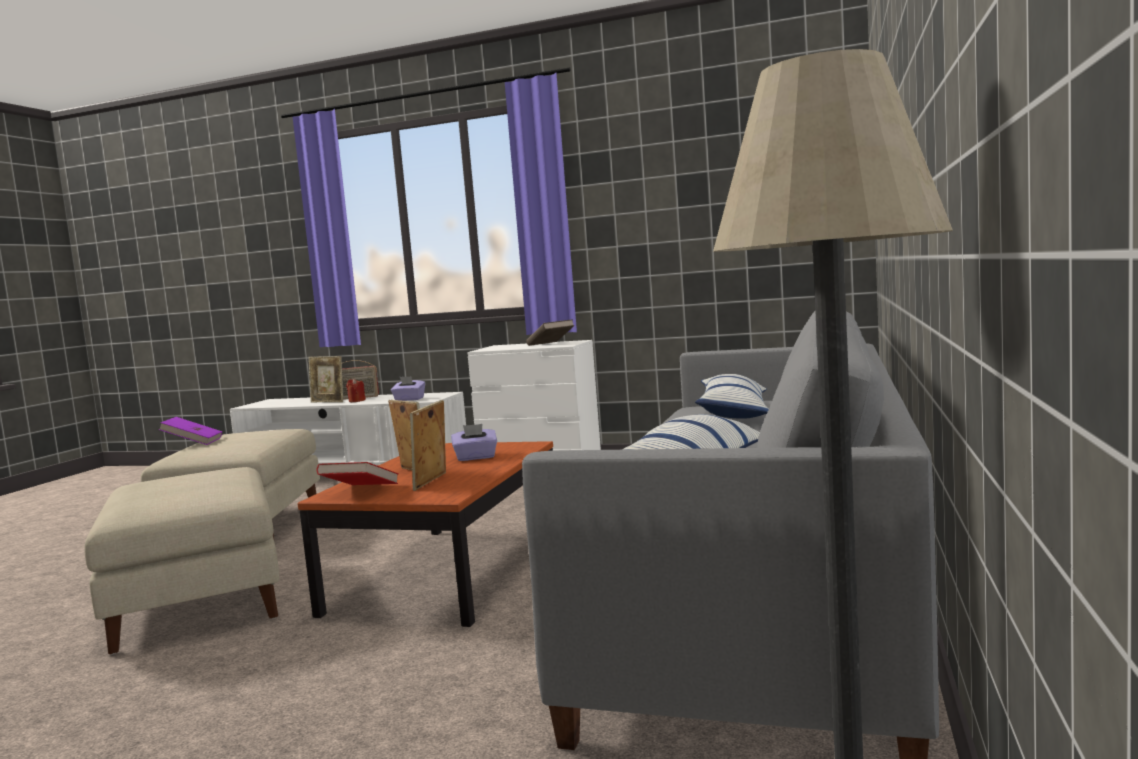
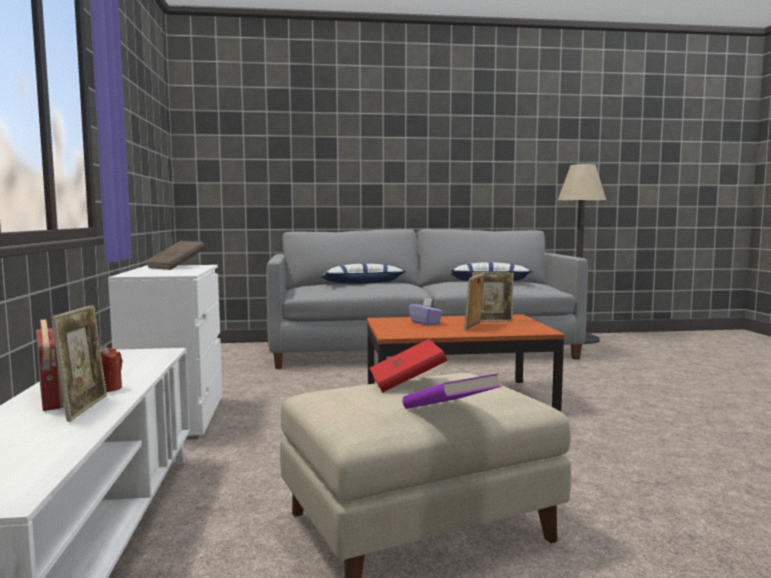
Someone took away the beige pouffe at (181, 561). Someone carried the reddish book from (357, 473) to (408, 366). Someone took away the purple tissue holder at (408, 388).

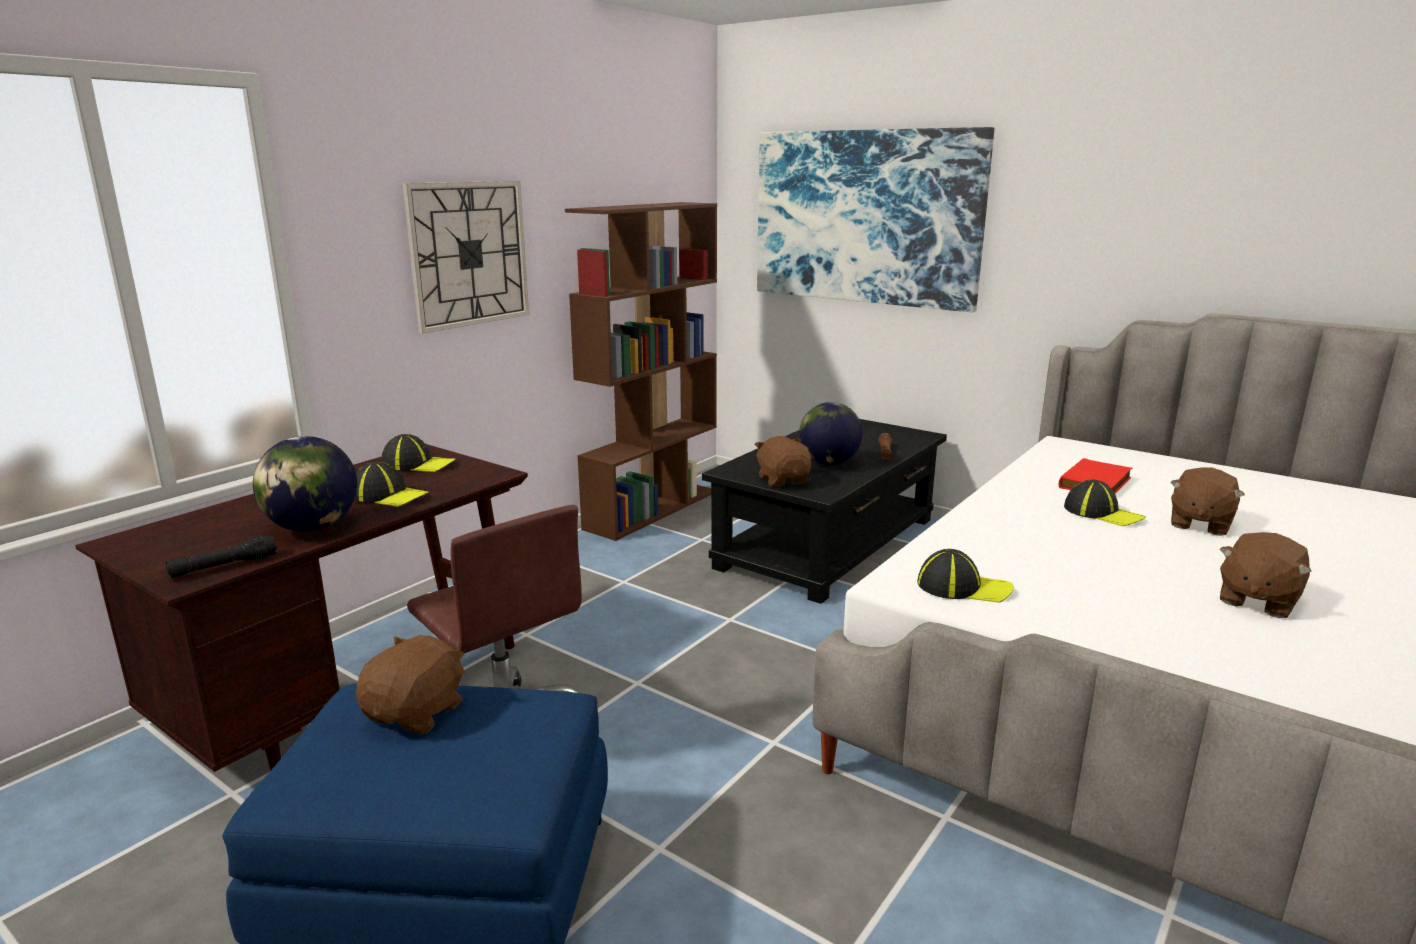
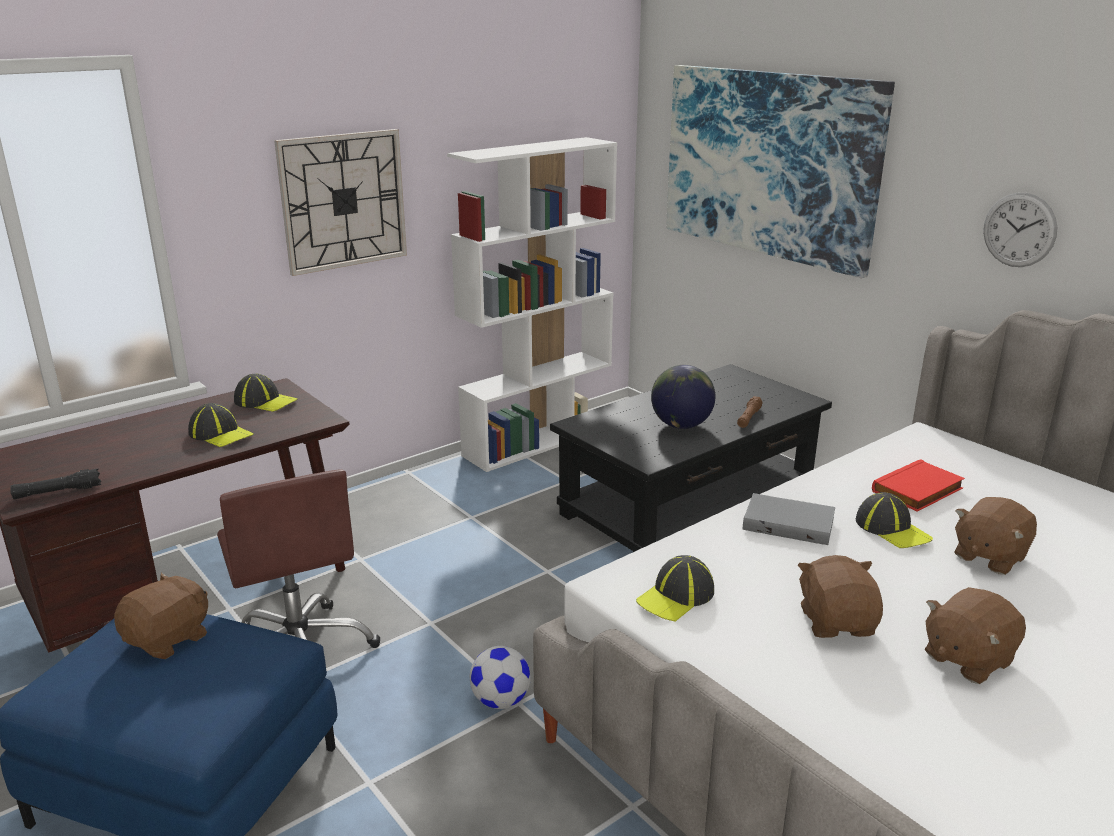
Someone took away the desk globe at (305, 484). Someone repainted the brown bookcase at (641, 371), which became the whitish bookcase at (532, 304). Someone carried the brown soft toy from (782, 461) to (840, 596). Someone rotated the baseball cap at (965, 576) by 105 degrees clockwise. Someone put down the football ball at (500, 677). Someone put down the gray book at (789, 519). Someone put up the hanging clock at (1020, 230).

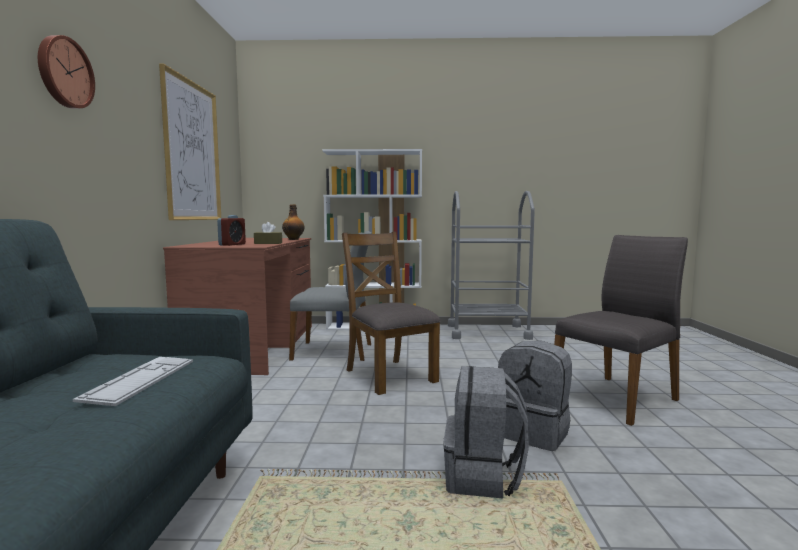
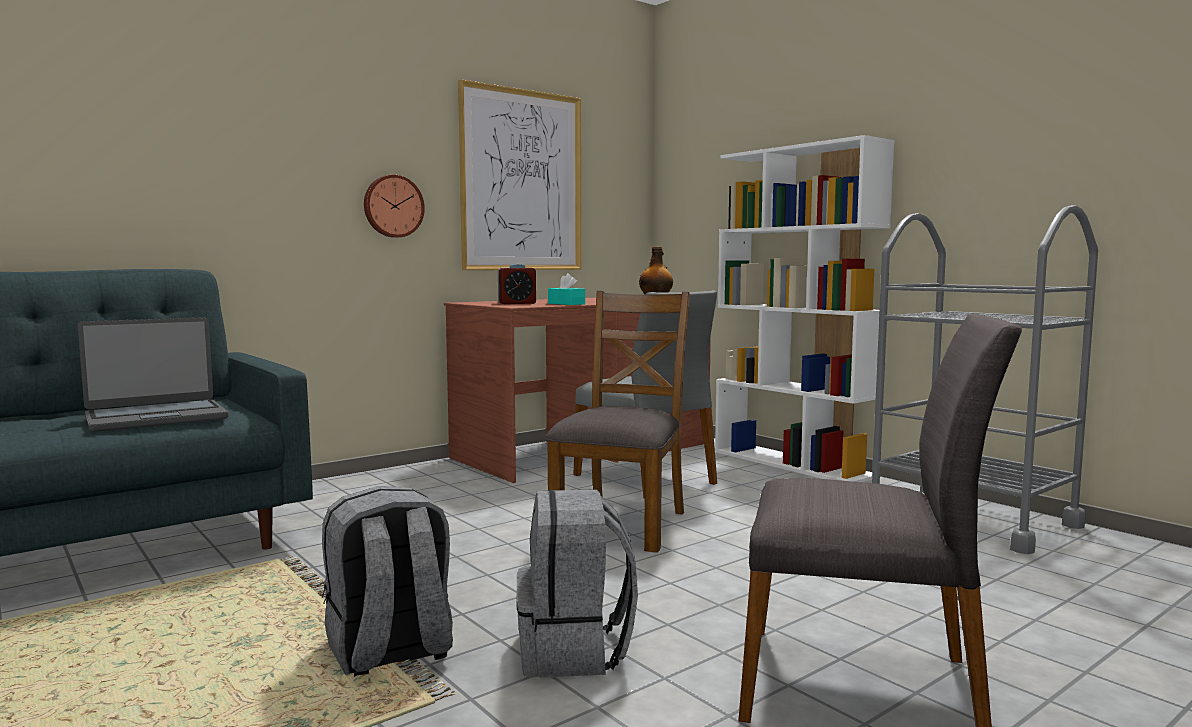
Someone carried the hanging clock from (66, 71) to (394, 206). Someone swapped the keyboard at (133, 381) for the portable computer at (153, 374). Someone repainted the brown tissue holder at (268, 233), which became the turquoise-coloured tissue holder at (566, 289).

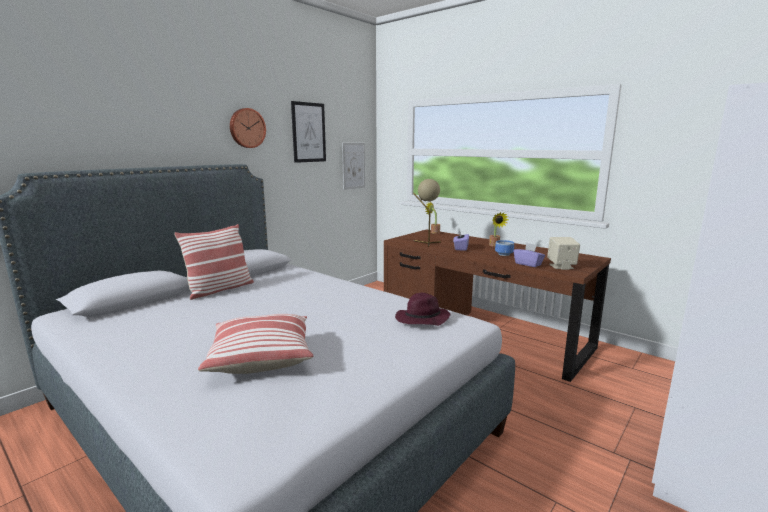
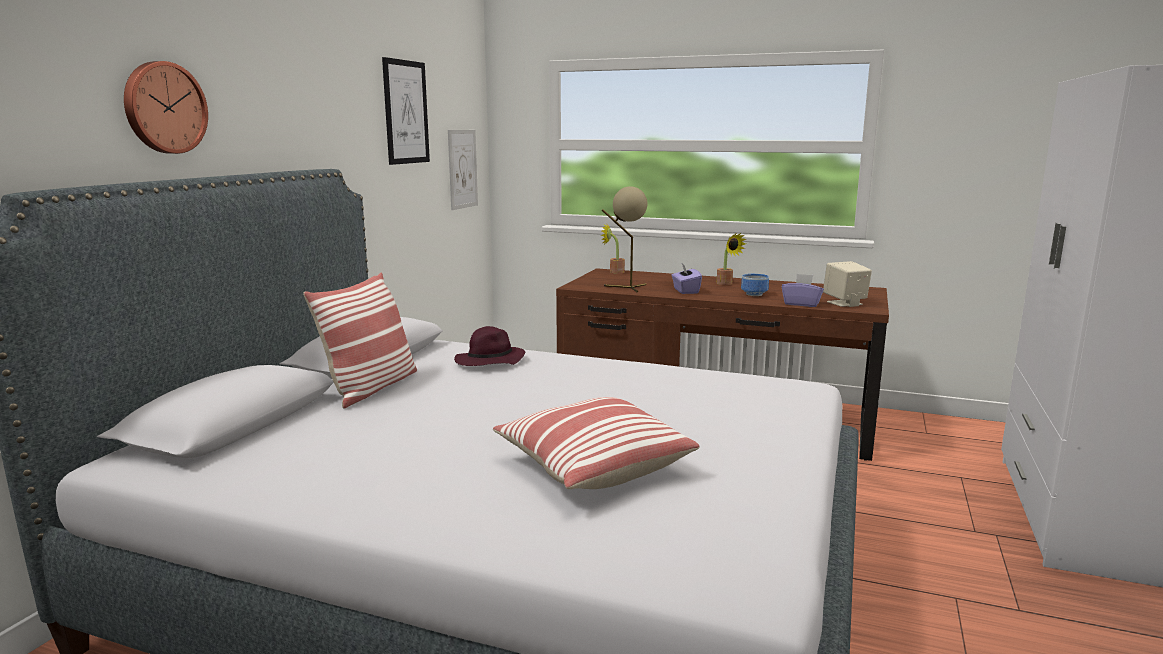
Someone carried the hanging clock from (248, 128) to (166, 107). Someone carried the purple clothing hat from (422, 309) to (489, 346).

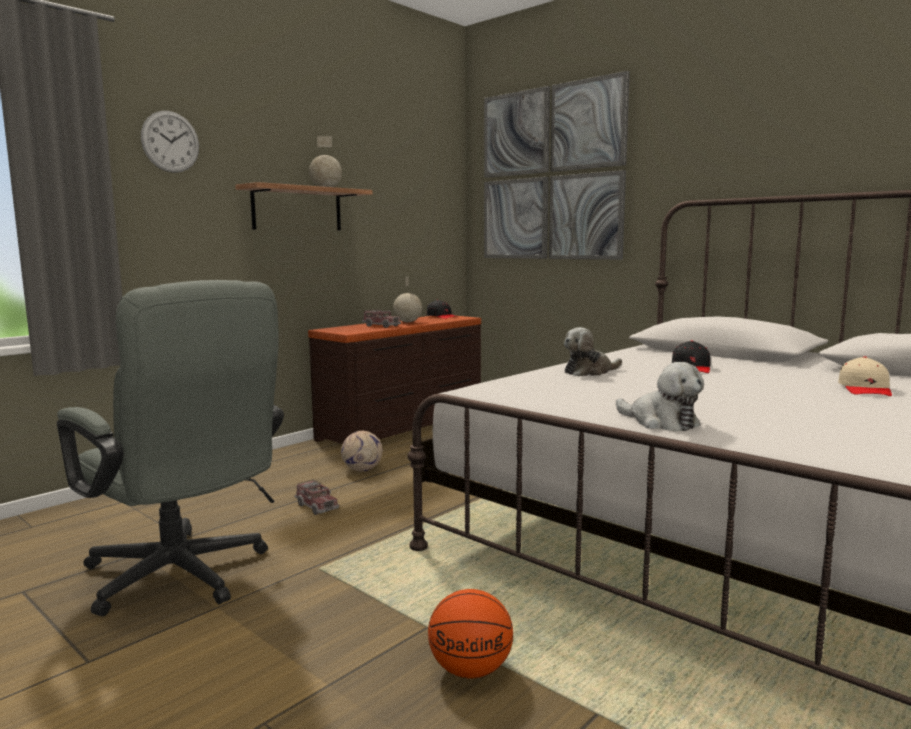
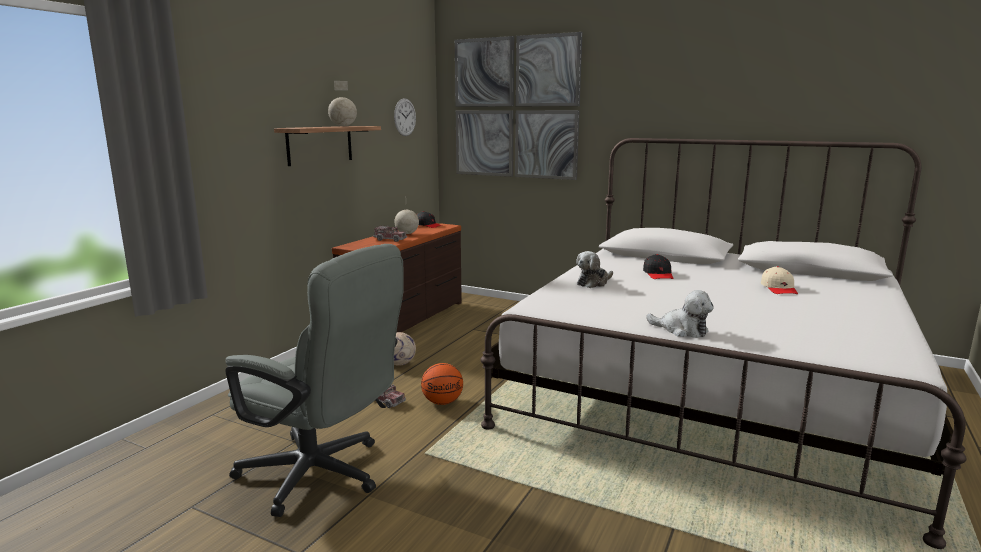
Someone carried the hanging clock from (170, 142) to (405, 117). Someone carried the ball for basketball from (470, 634) to (442, 384).

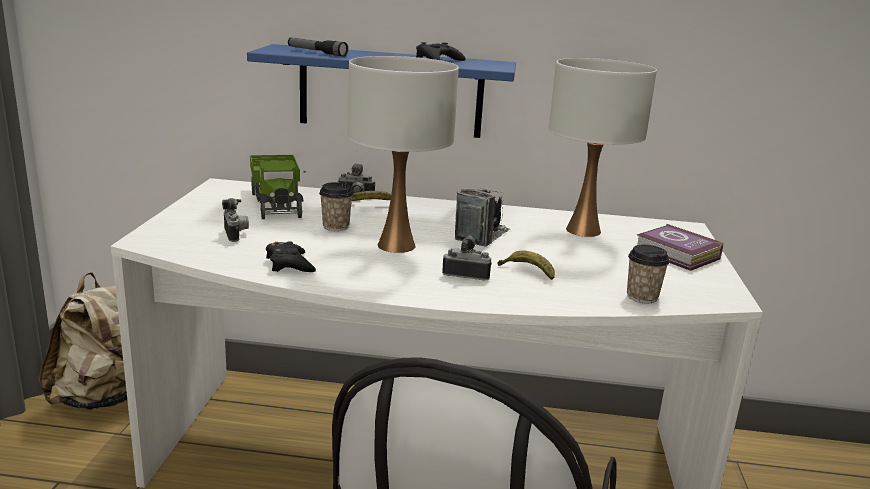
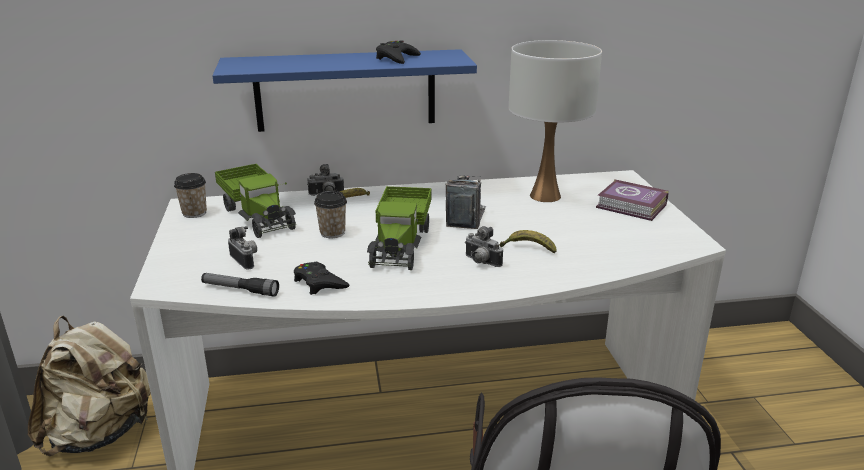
Someone carried the hand torch from (318, 47) to (240, 285). Someone swapped the whitish table lamp at (403, 154) for the toy truck at (399, 228). Someone rotated the still camera at (467, 258) by 135 degrees counterclockwise. Someone carried the small cup from (648, 274) to (190, 195).

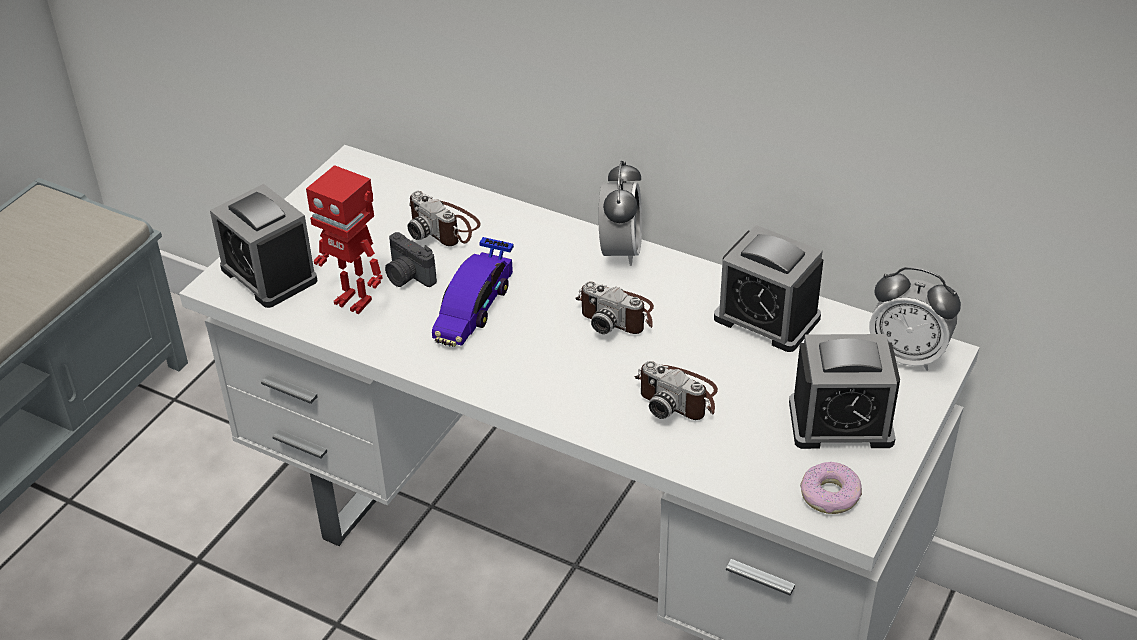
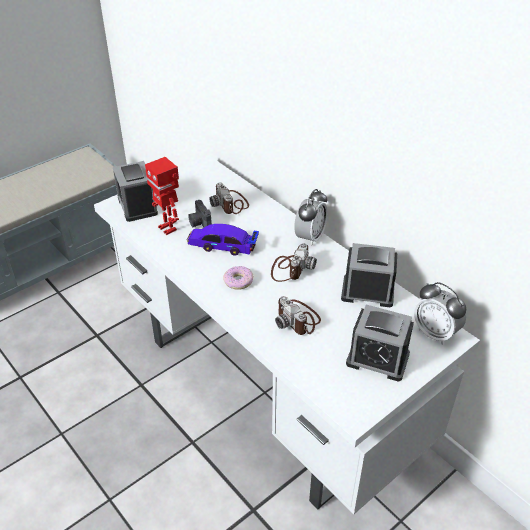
Someone rotated the model car at (473, 292) by 60 degrees clockwise. Someone rotated the still camera at (614, 307) by 120 degrees counterclockwise. Someone rotated the alarm clock at (768, 288) by 135 degrees clockwise. Someone carried the ring doughnut from (831, 488) to (238, 278).

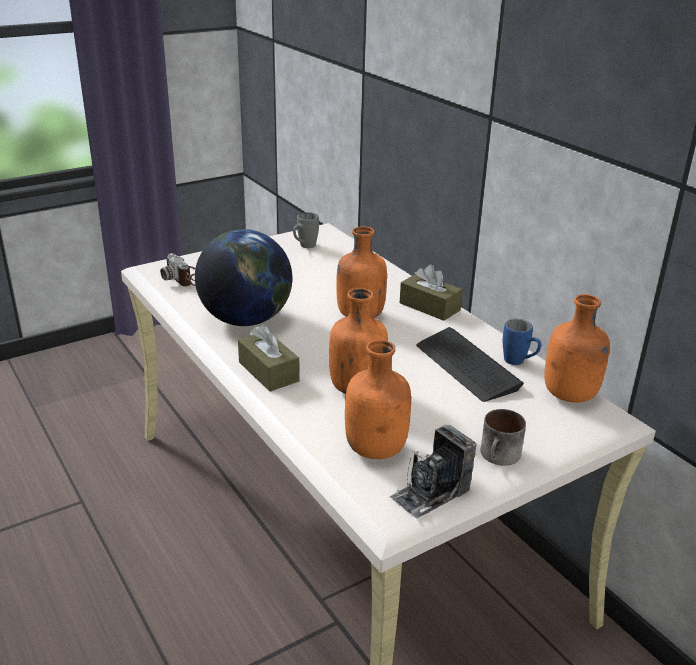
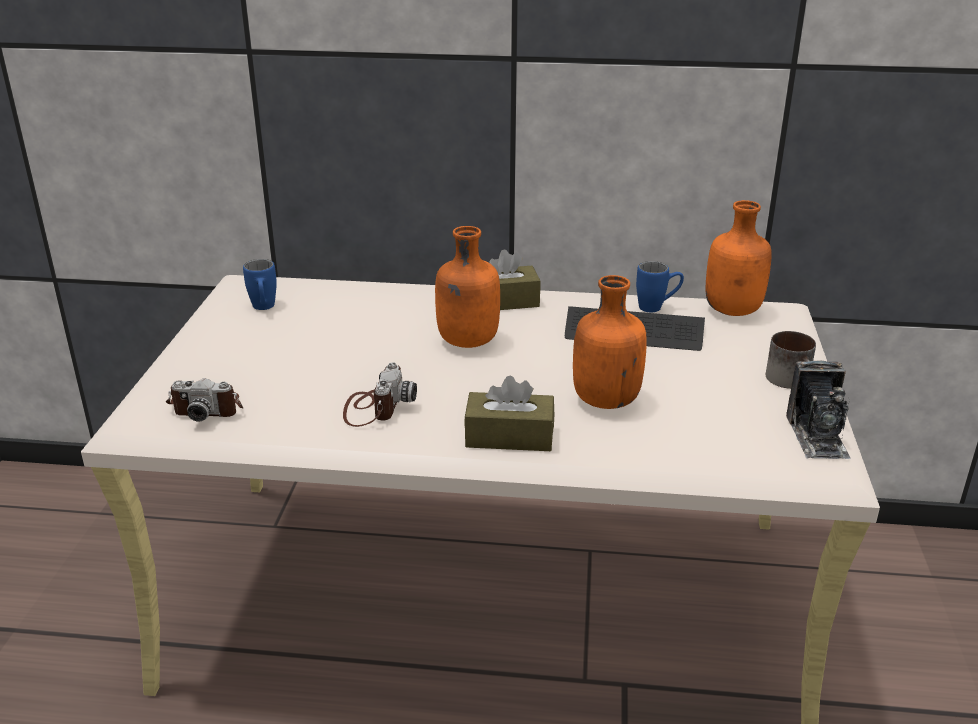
Someone swapped the desk globe at (243, 277) for the still camera at (380, 394). Someone repainted the gray coffee mug at (306, 230), which became the blue-coloured coffee mug at (260, 284). Someone took away the orange beverage bottle at (378, 399).

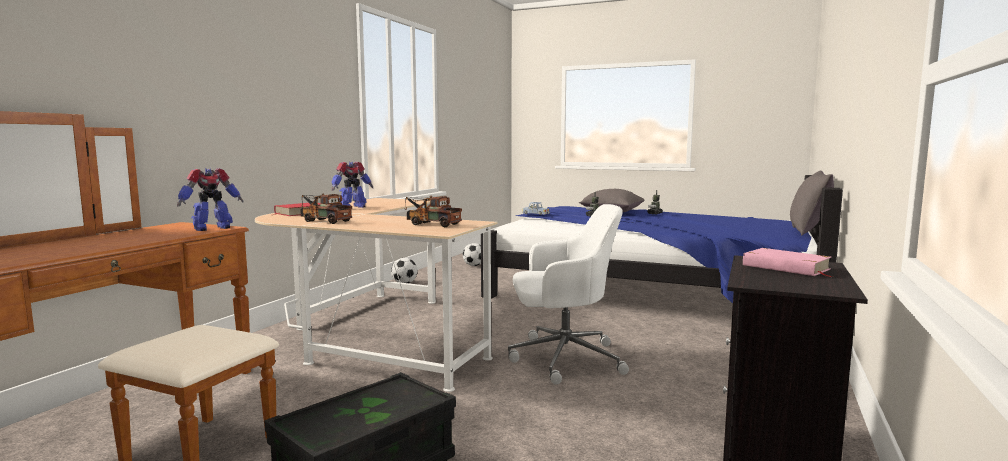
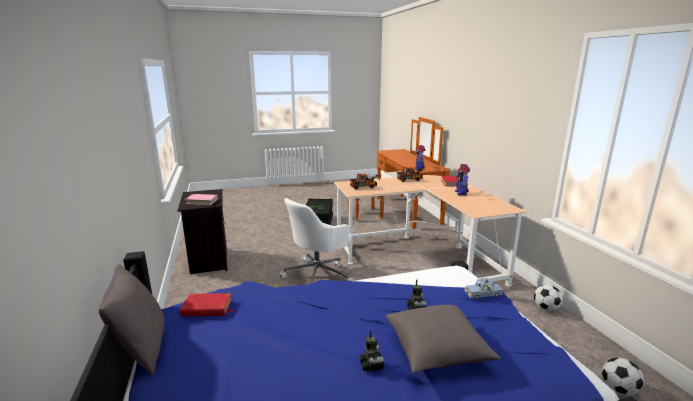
Someone put down the reddish book at (207, 305).

